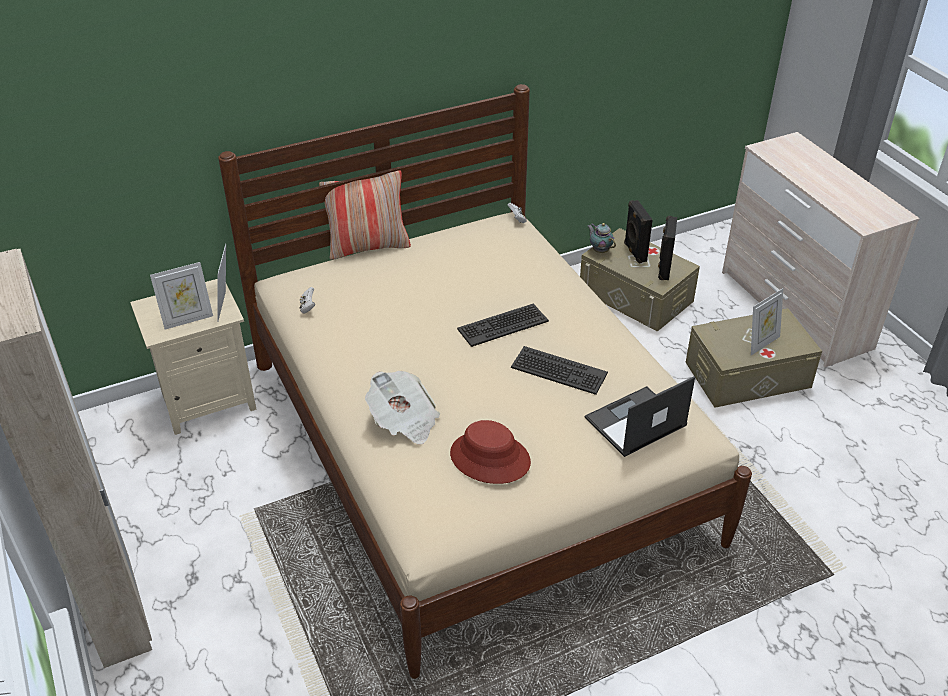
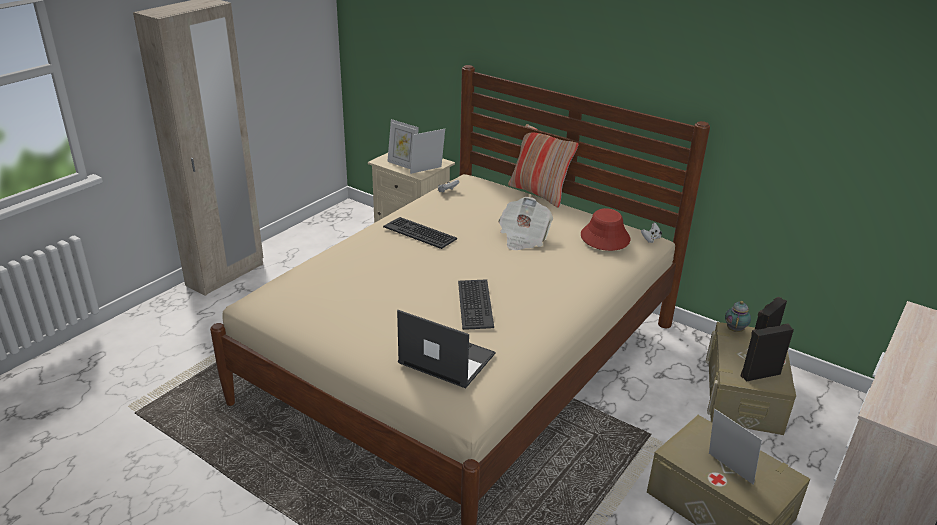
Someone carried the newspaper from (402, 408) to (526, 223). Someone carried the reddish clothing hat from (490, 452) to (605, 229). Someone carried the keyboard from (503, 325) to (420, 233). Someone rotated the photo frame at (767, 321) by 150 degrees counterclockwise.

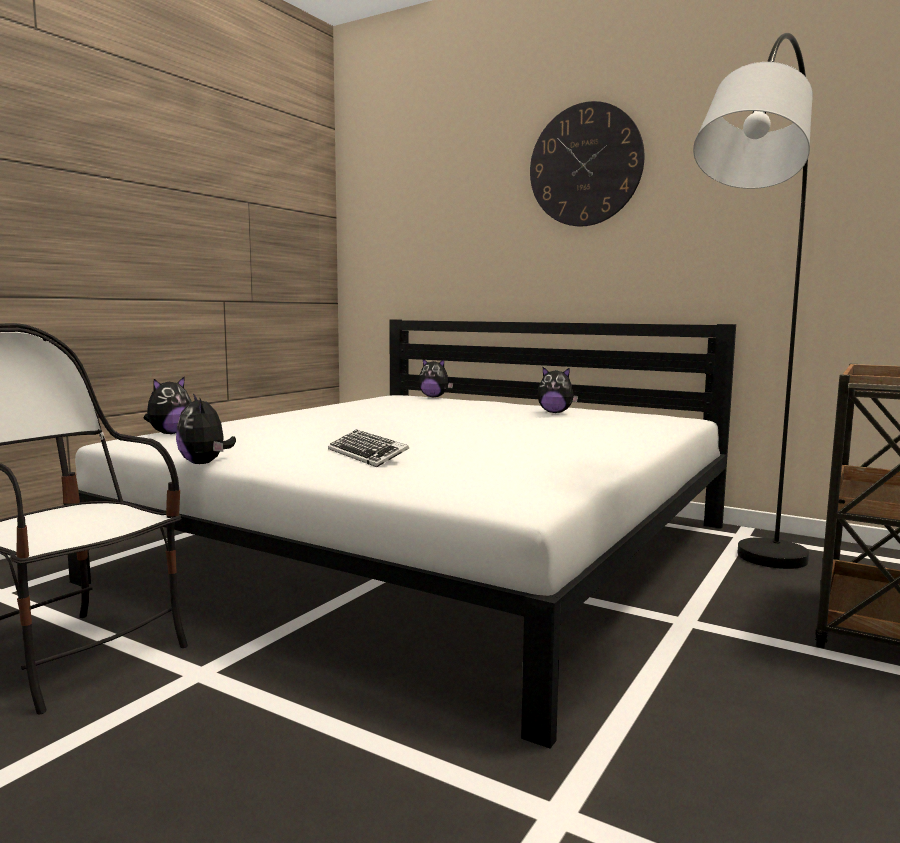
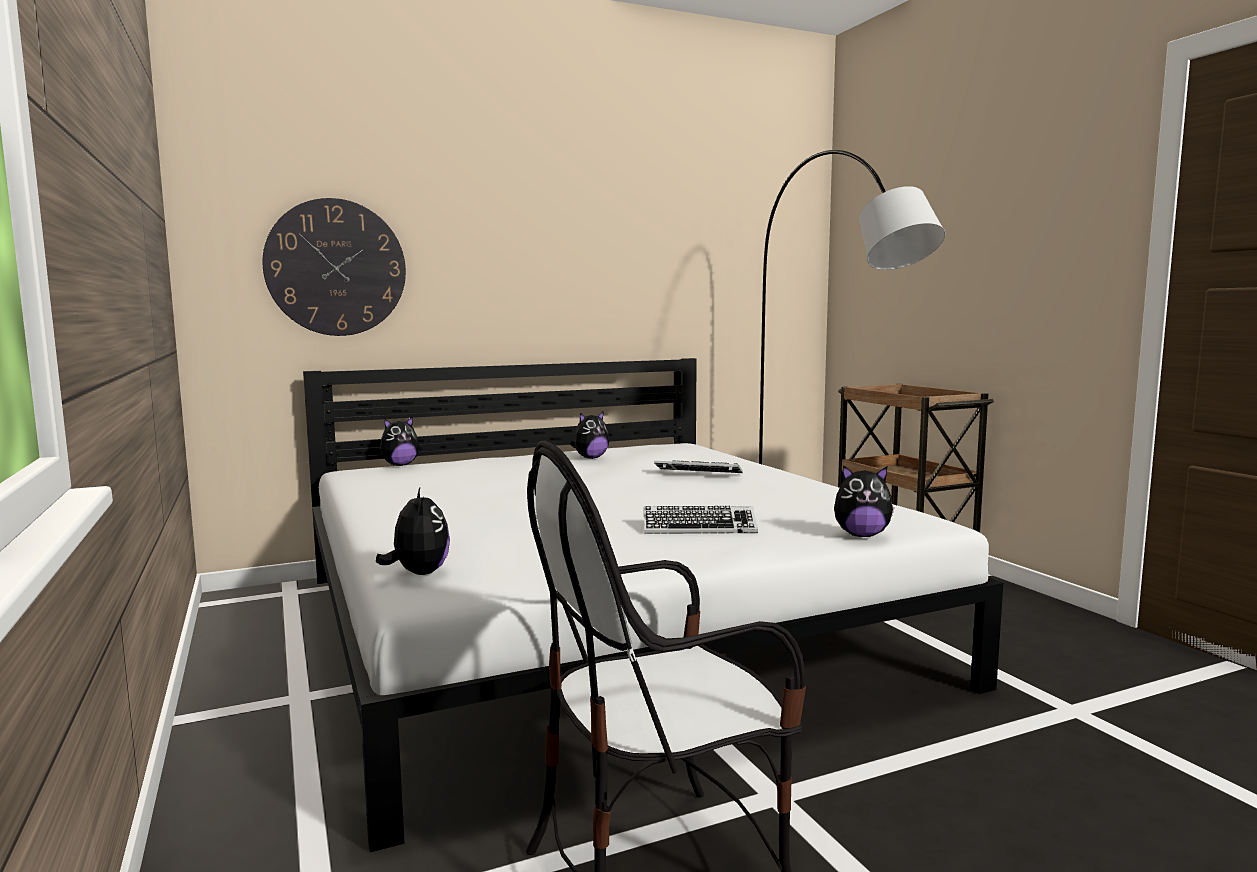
Someone carried the soft toy from (206, 428) to (864, 501). Someone carried the hanging clock from (587, 164) to (334, 267). Someone put down the keyboard at (698, 466).

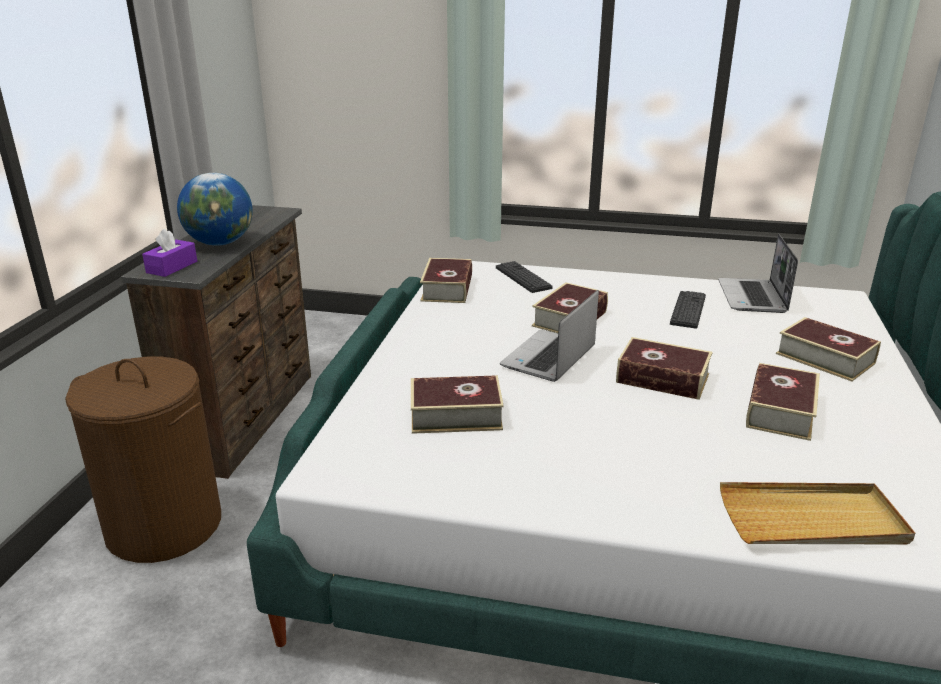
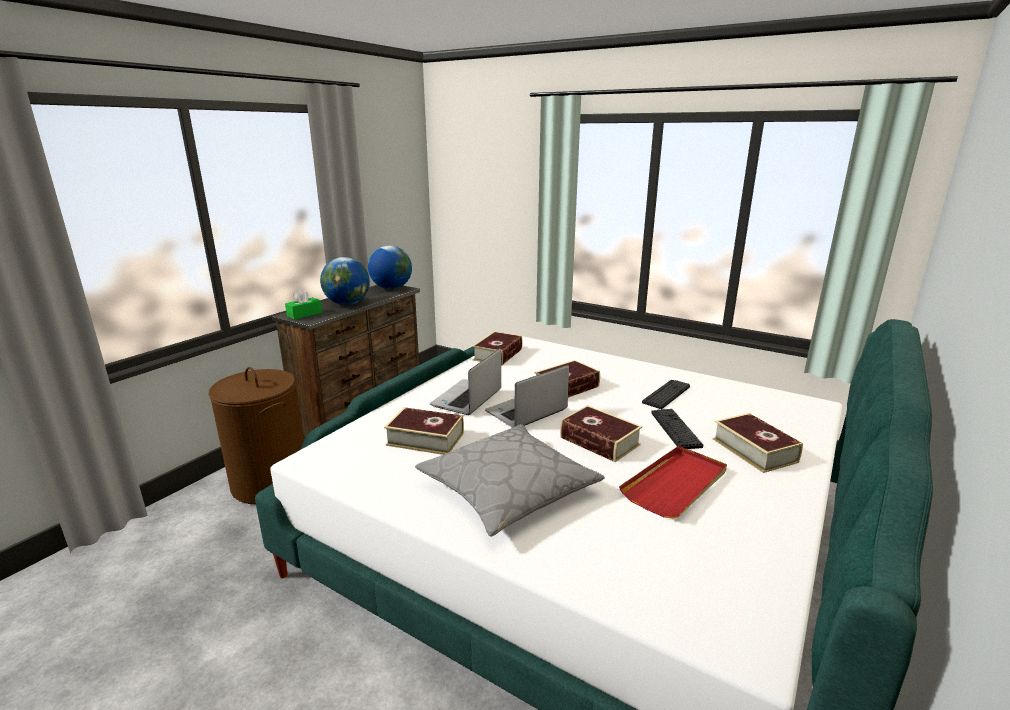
Someone repainted the purple tissue holder at (169, 253), which became the green-coloured tissue holder at (304, 304). Someone carried the keyboard from (524, 277) to (677, 429). Someone carried the portable computer from (758, 273) to (465, 381). Someone took away the beige tray at (817, 513). Someone swapped the book at (783, 402) for the reddish tray at (673, 482). Someone put down the desk globe at (390, 267). Someone put down the gray pillow at (510, 480).

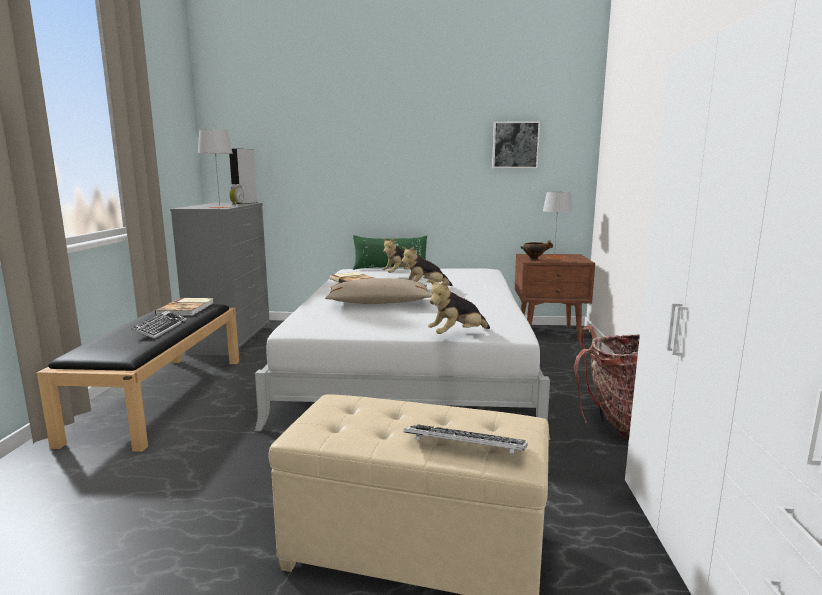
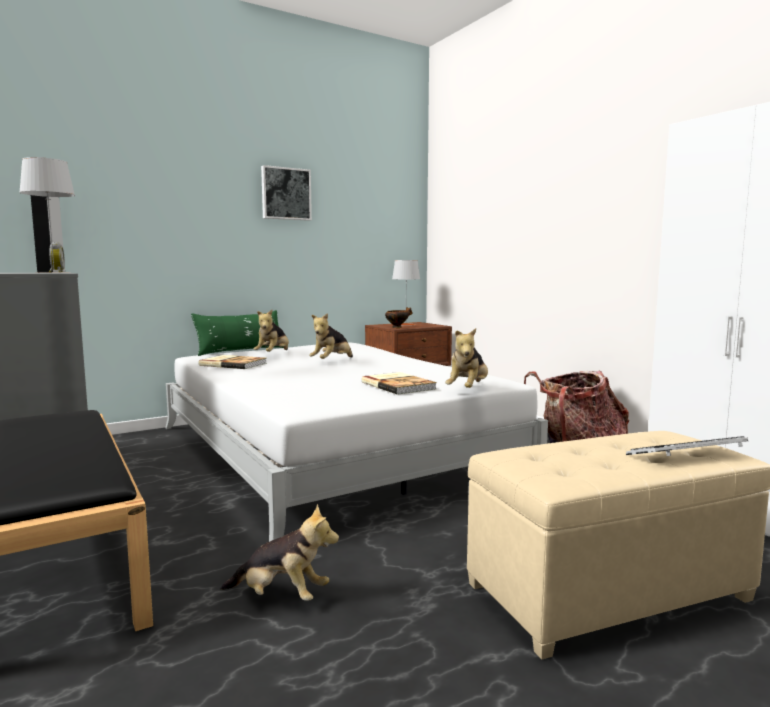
Someone took away the keyboard at (159, 324). Someone carried the book from (184, 307) to (399, 383). Someone took away the beige pillow at (378, 291). Someone carried the wall art from (516, 144) to (286, 193). Someone put down the soft toy at (280, 552).

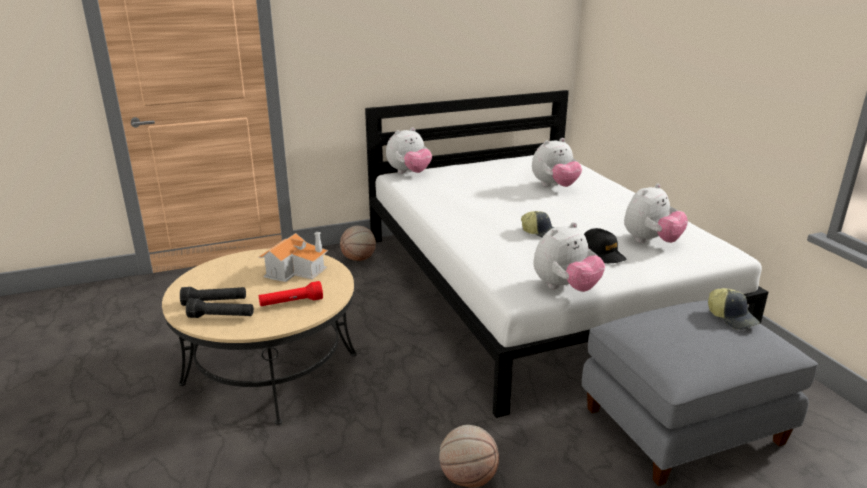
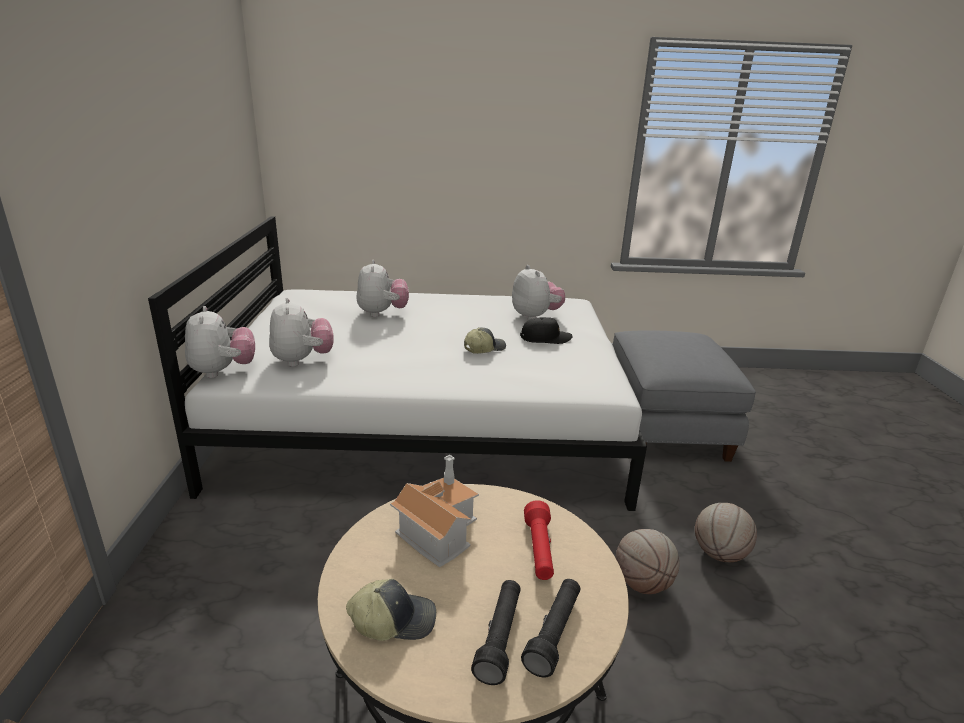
Someone carried the ball for basketball from (358, 243) to (648, 561). Someone carried the soft toy from (569, 257) to (301, 332). Someone carried the baseball cap from (734, 309) to (391, 610).

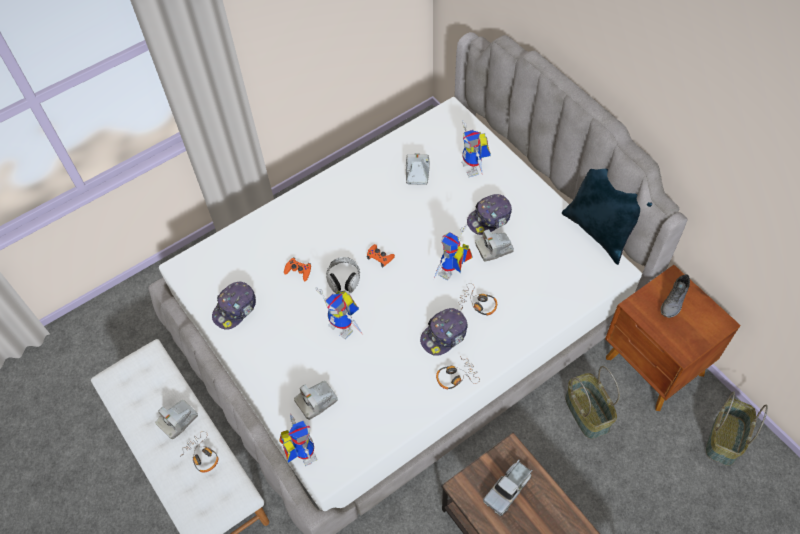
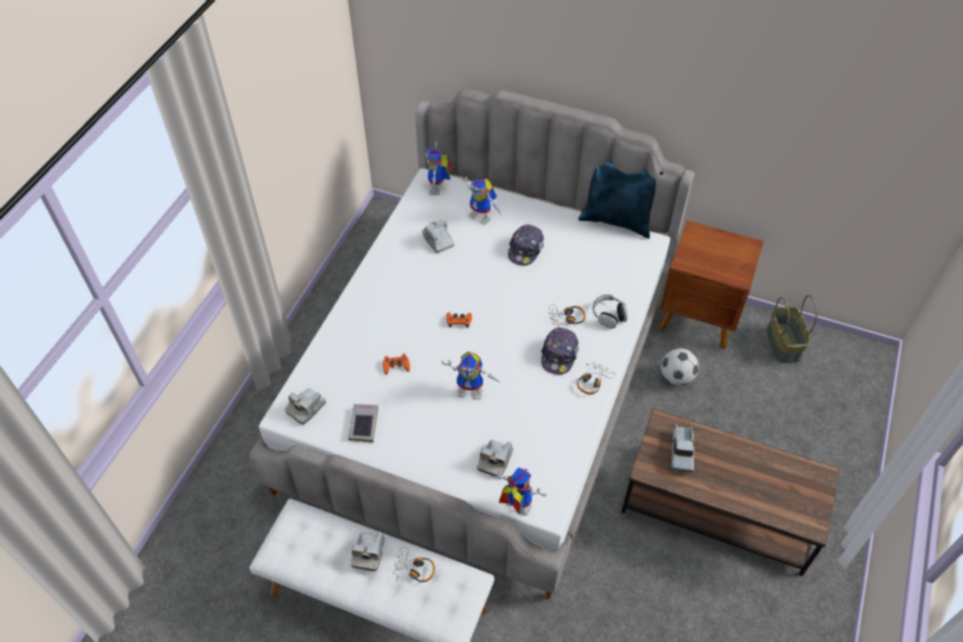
Someone swapped the baseball cap at (234, 305) for the book at (363, 423). Someone carried the pair of headphones from (343, 275) to (610, 311). Someone carried the toy robot from (452, 252) to (438, 168). Someone carried the still camera from (494, 245) to (305, 406). Someone swapped the storage basket at (592, 402) for the football ball at (680, 367). Someone took away the gray shoe at (675, 296).

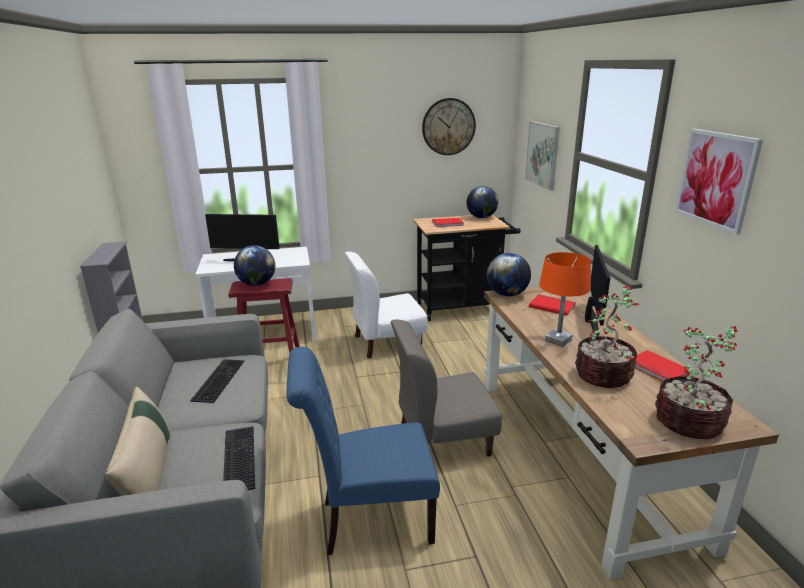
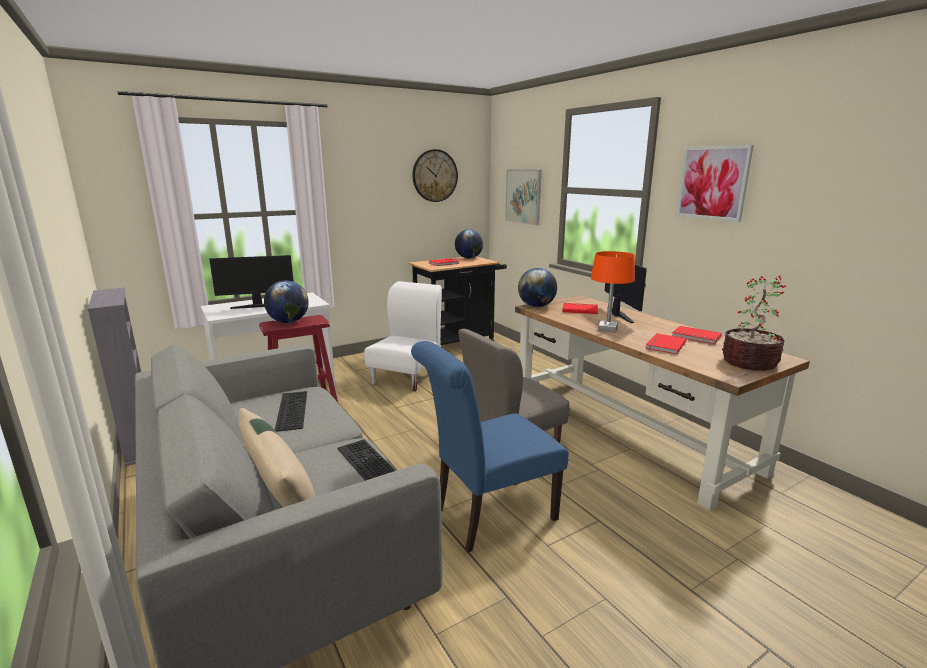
Someone rotated the whitish chair at (386, 305) by 150 degrees clockwise. Someone swapped the plant in a pot at (607, 336) for the reddish book at (666, 343).

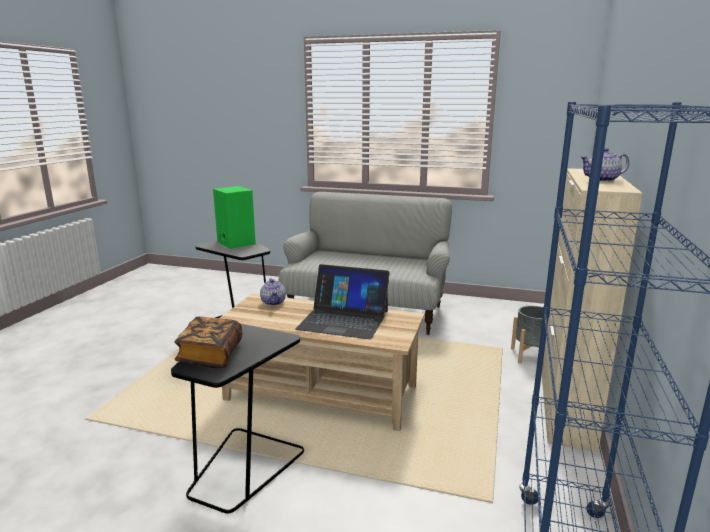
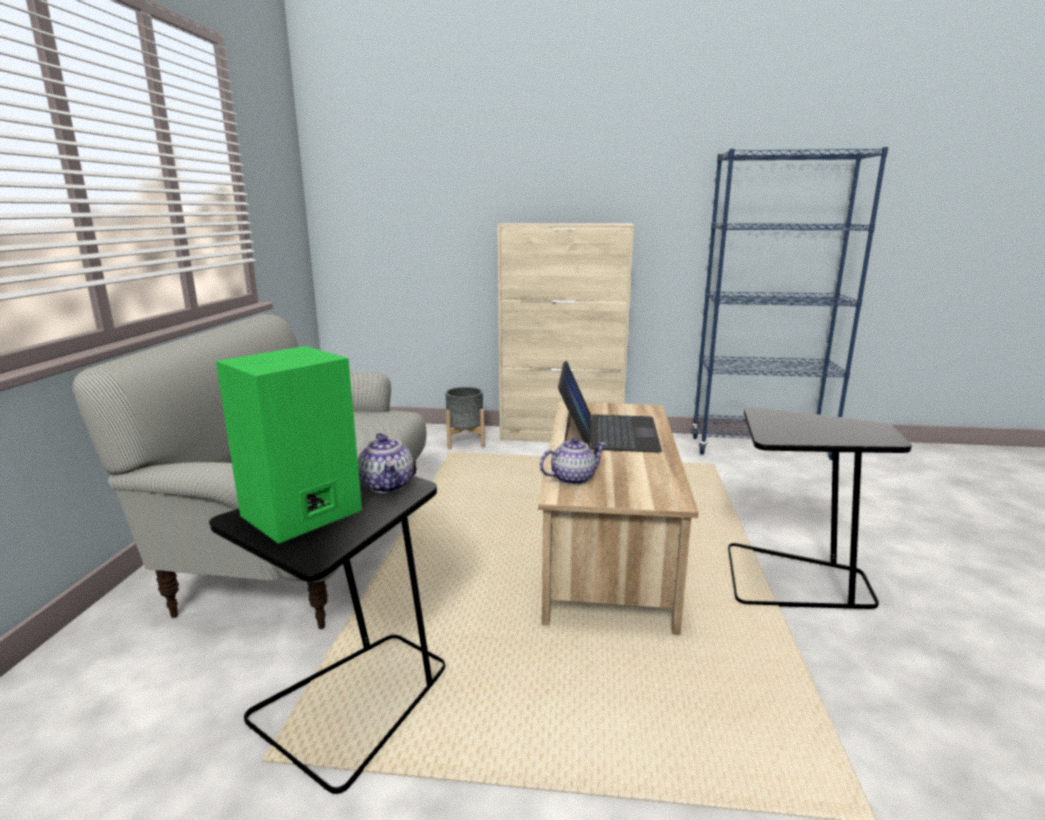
Someone took away the book at (208, 342). Someone carried the tea pot from (604, 165) to (386, 463).

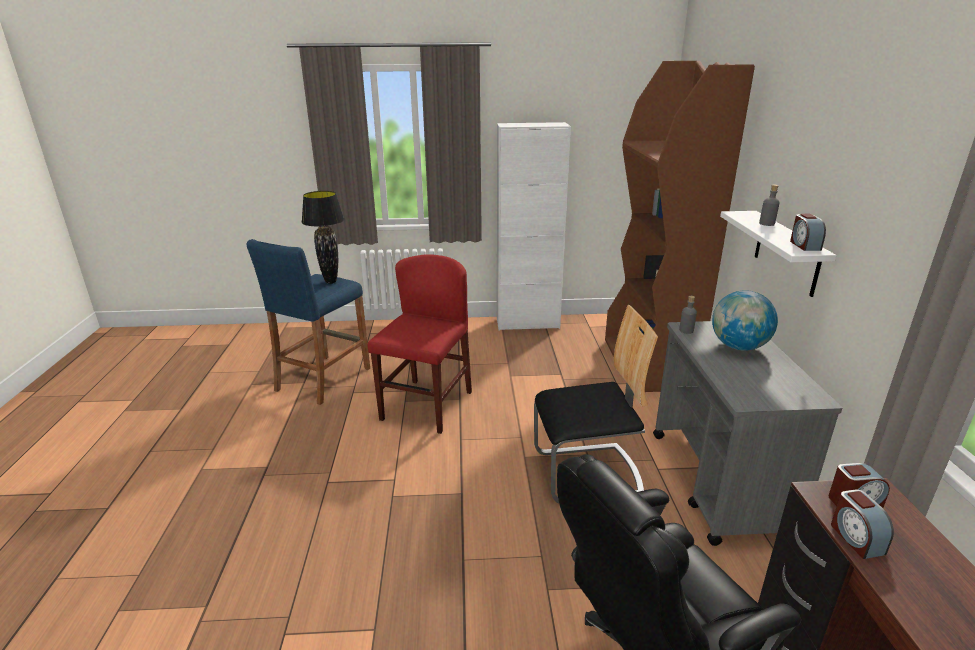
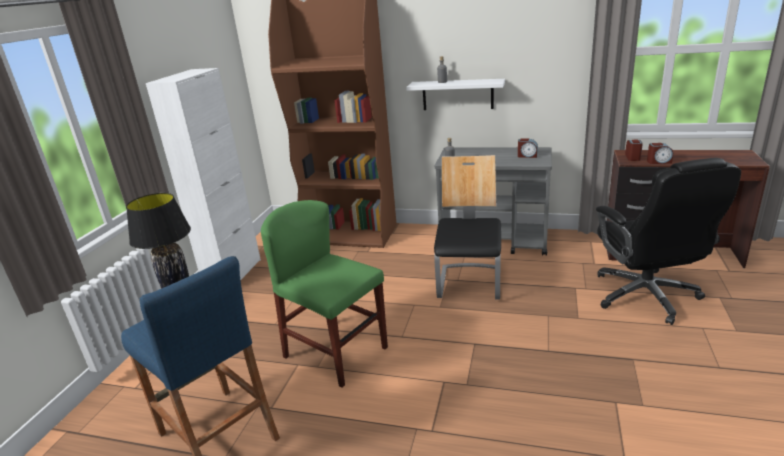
Someone repainted the reddish chair at (420, 344), which became the green-coloured chair at (324, 293). Someone took away the desk globe at (745, 320). Someone carried the alarm clock from (808, 232) to (528, 148).

